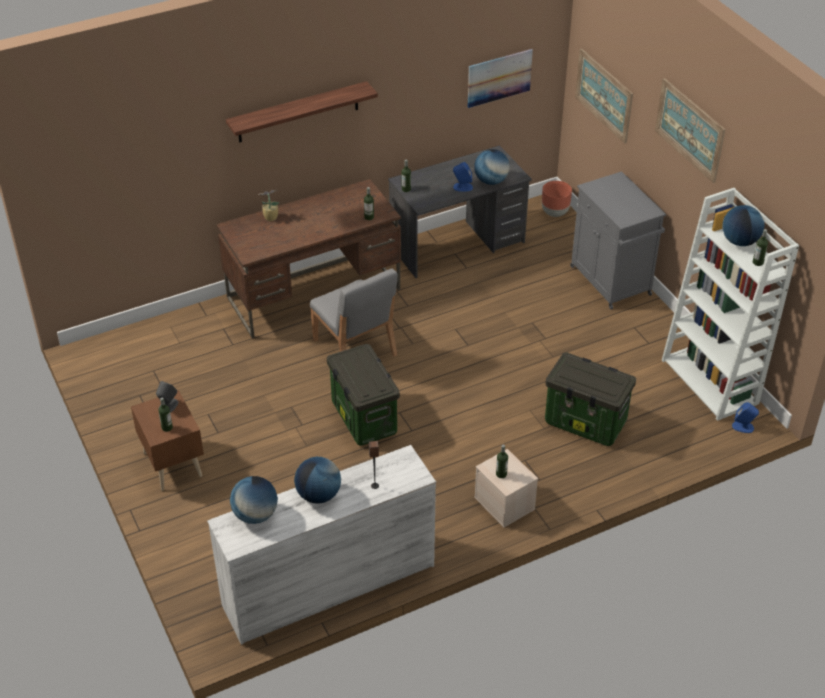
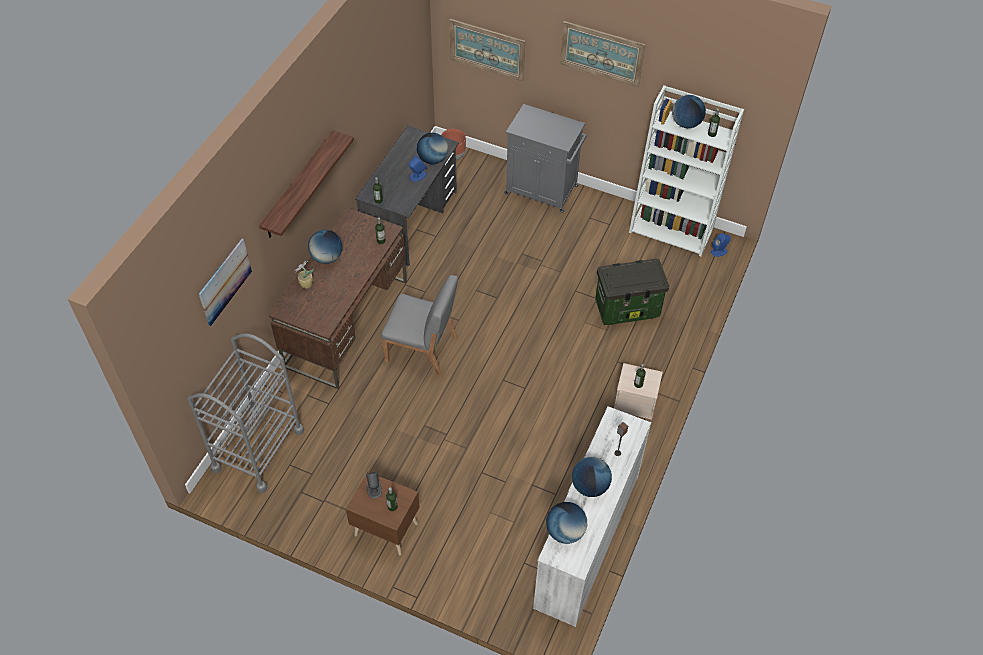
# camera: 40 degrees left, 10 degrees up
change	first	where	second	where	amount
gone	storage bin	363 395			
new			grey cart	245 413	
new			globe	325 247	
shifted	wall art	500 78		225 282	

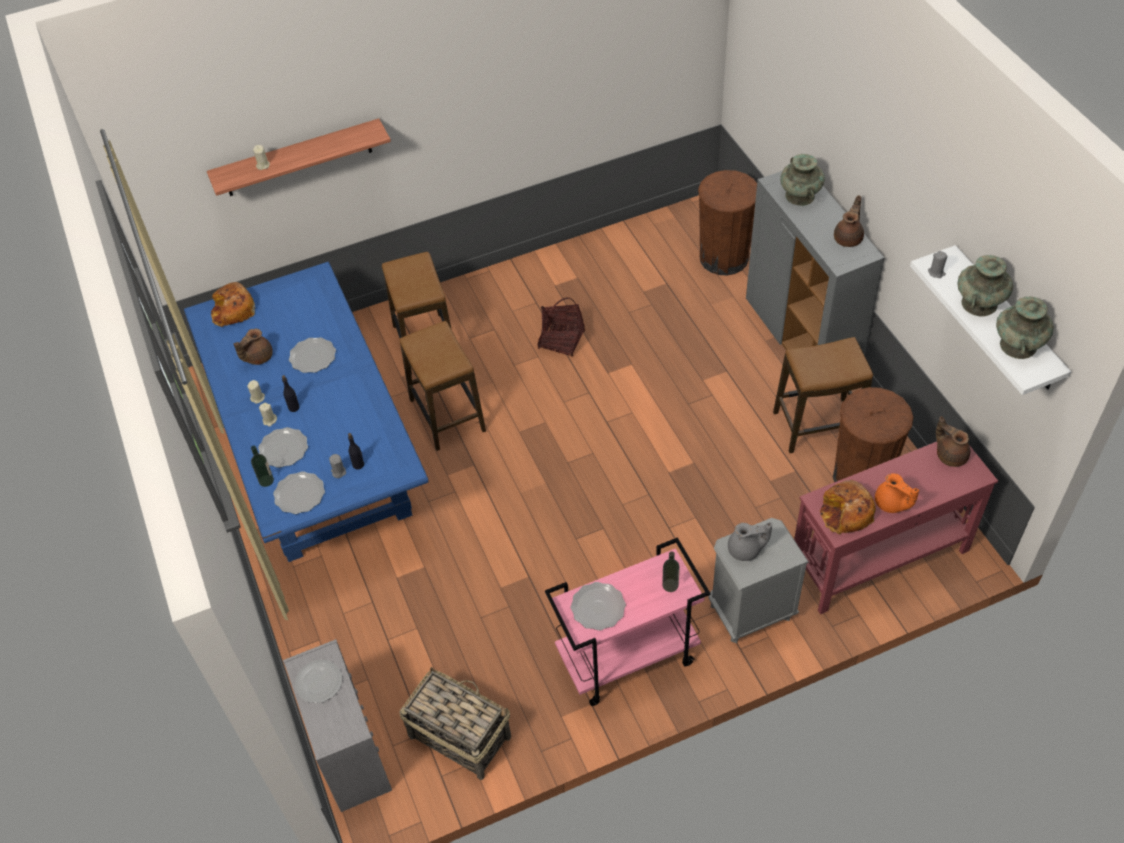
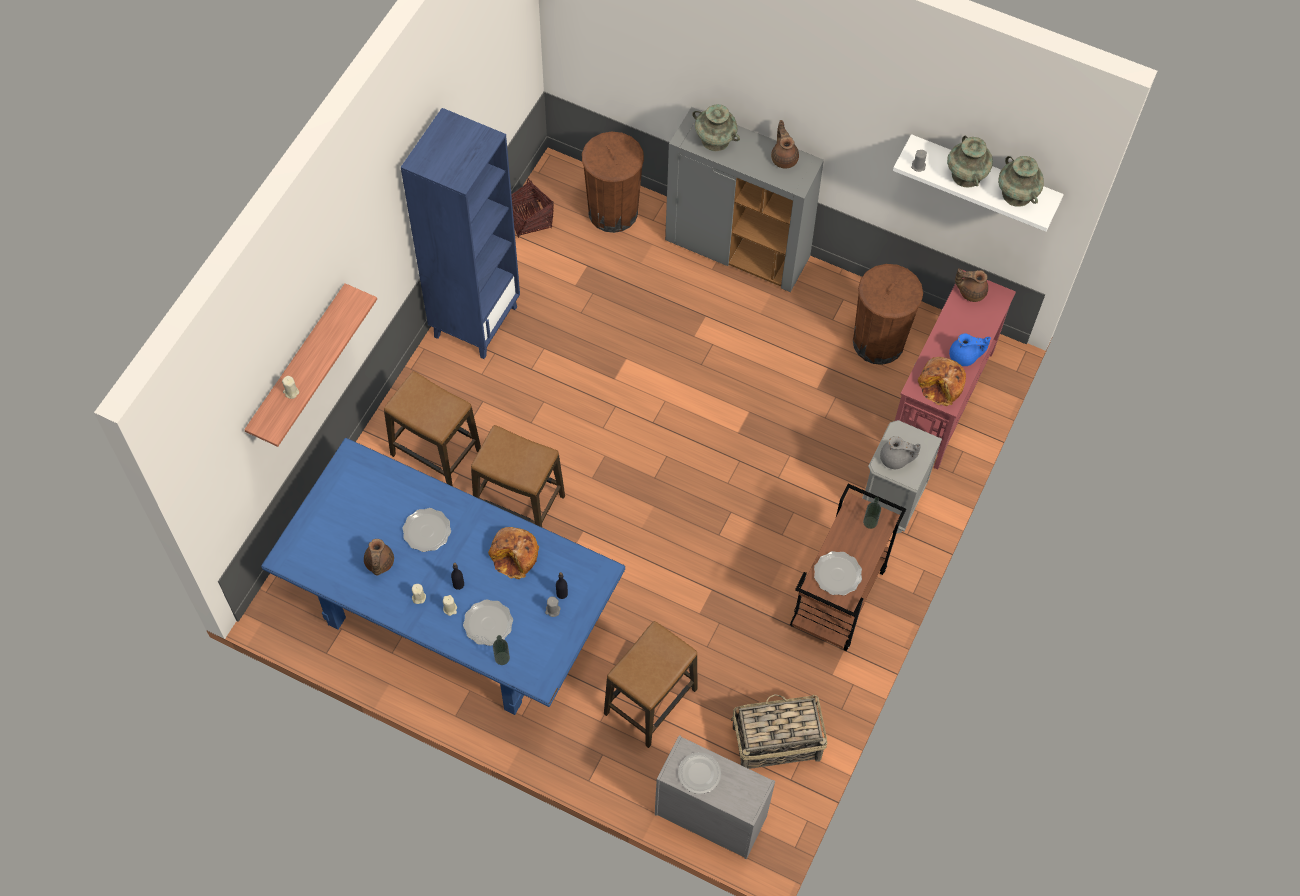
# camera: 45 degrees left, 10 degrees up
change	first	where	second	where	amount
gone	dinner plate	299 492			
new			bluish shelving unit	460 233	
shifted	bakery bread	233 304		513 553	
shifted	storage basket	561 327		532 208	
shifted	stool seat	823 395		650 684	
repainted	pinkish cart	627 621	brown-coloured cart	848 567	
repainted	orange-coloured tea pot	897 493	bluish tea pot	970 350	
rotated	grey tea pot	750 541		900 452	60 degrees clockwise

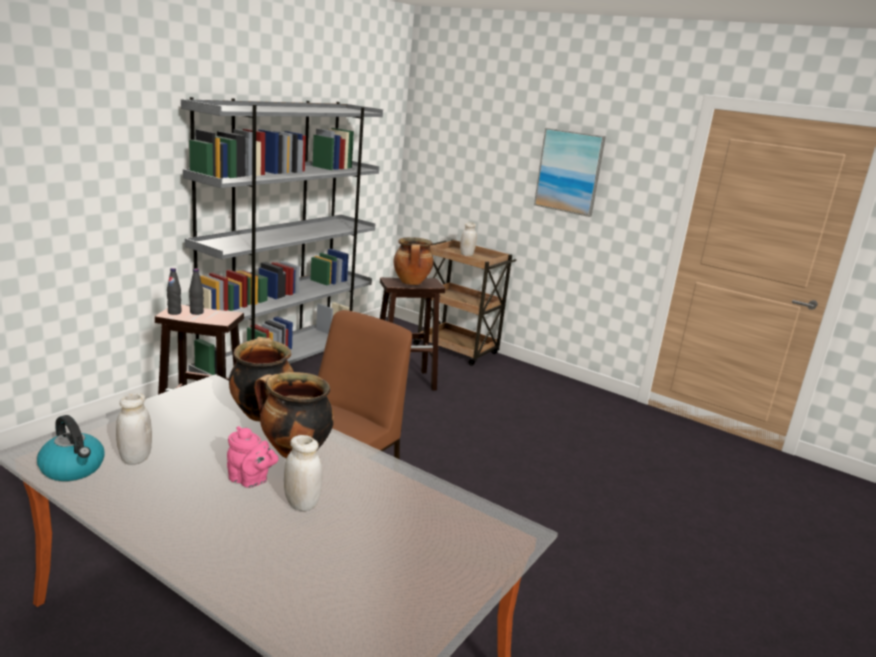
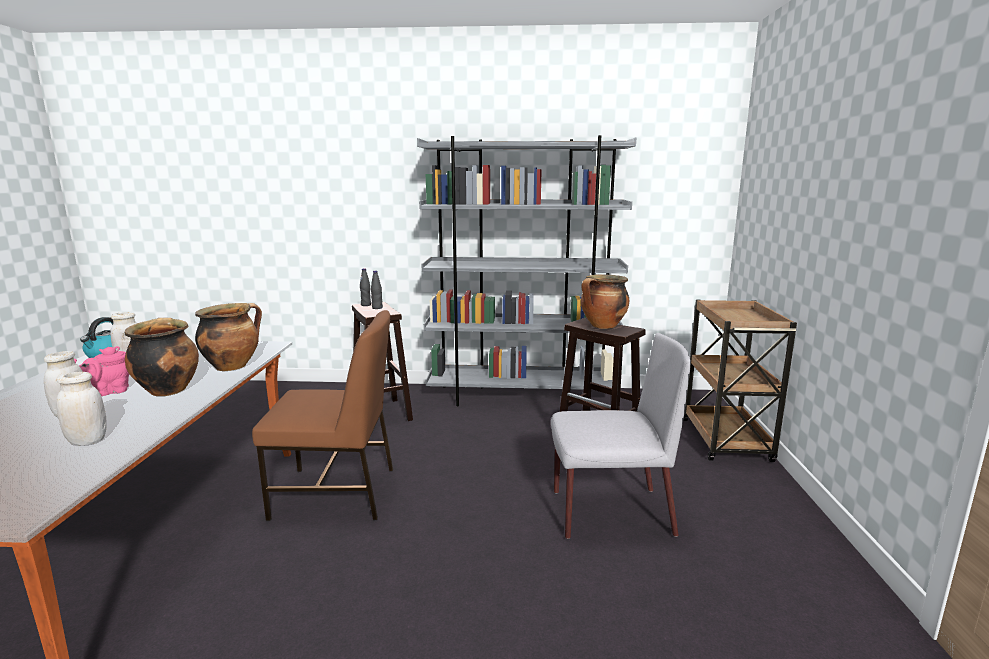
# camera: 60 degrees right, 5 degrees down
change	first	where	second	where	amount
gone	wall art	570 172			
new			grey chair	621 436	
shifted	white jar	468 239		81 409	
rotated	pinkish tea pot	252 457		101 371	60 degrees clockwise

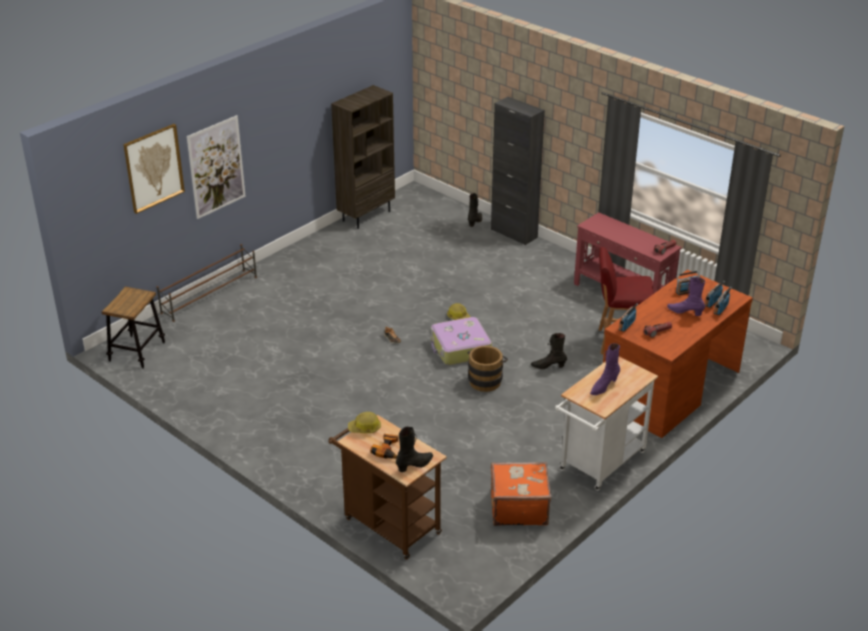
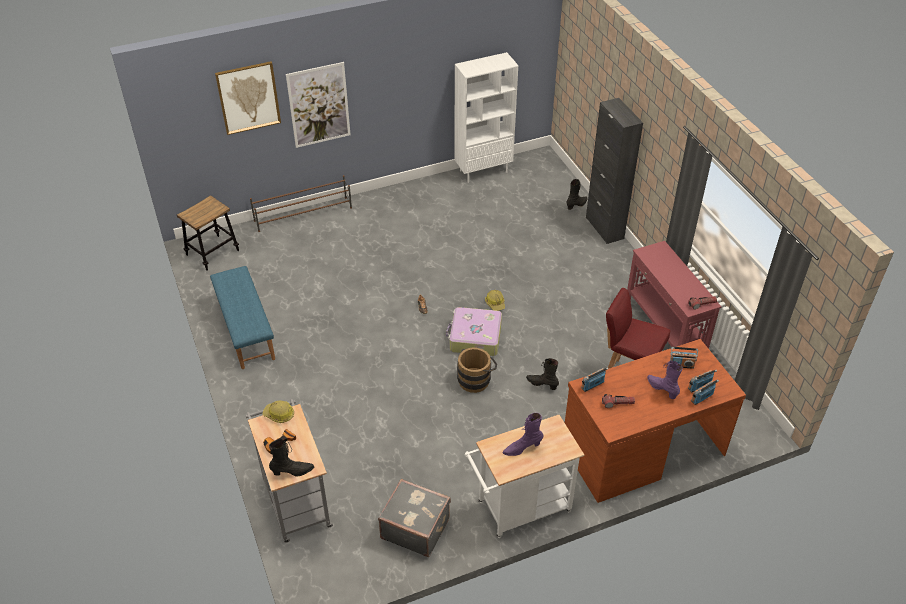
# camera: 25 degrees right, 10 degrees up
change	first	where	second	where	amount
new			bluish bench	242 317	
repainted	brown-coloured cart	387 487	grey cart	289 471	
repainted	brown-coloured shelving unit	363 157	white shelving unit	486 117	
repainted	orange-coloured suitcase	521 494	grey suitcase	414 518	

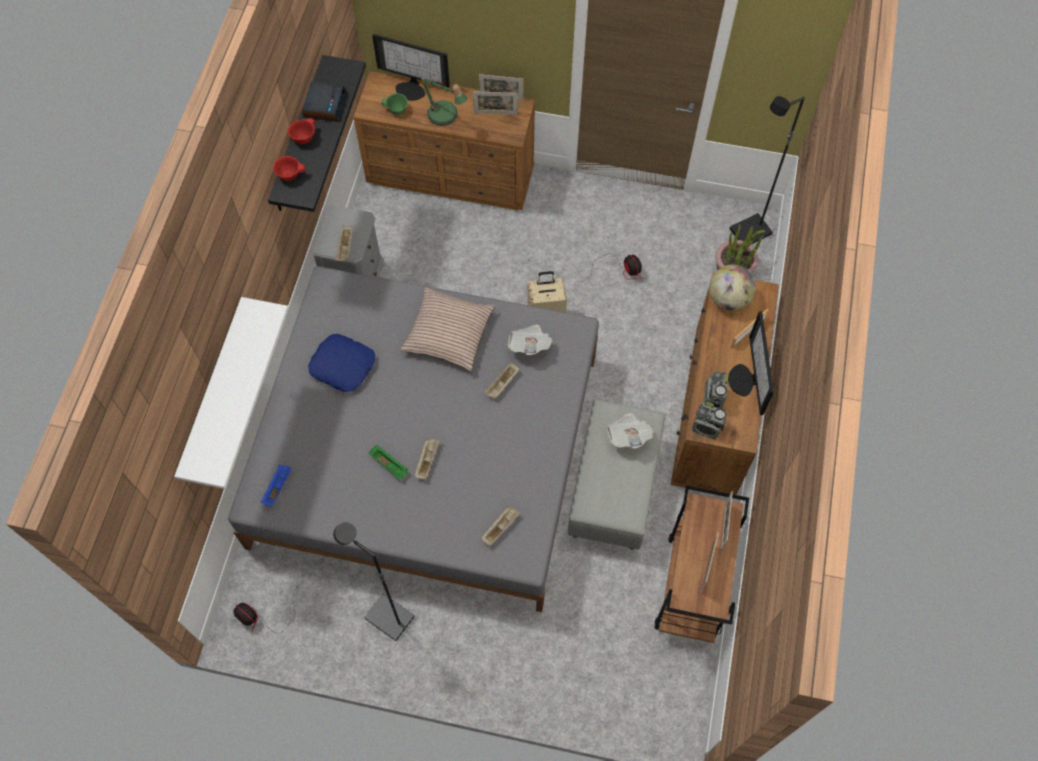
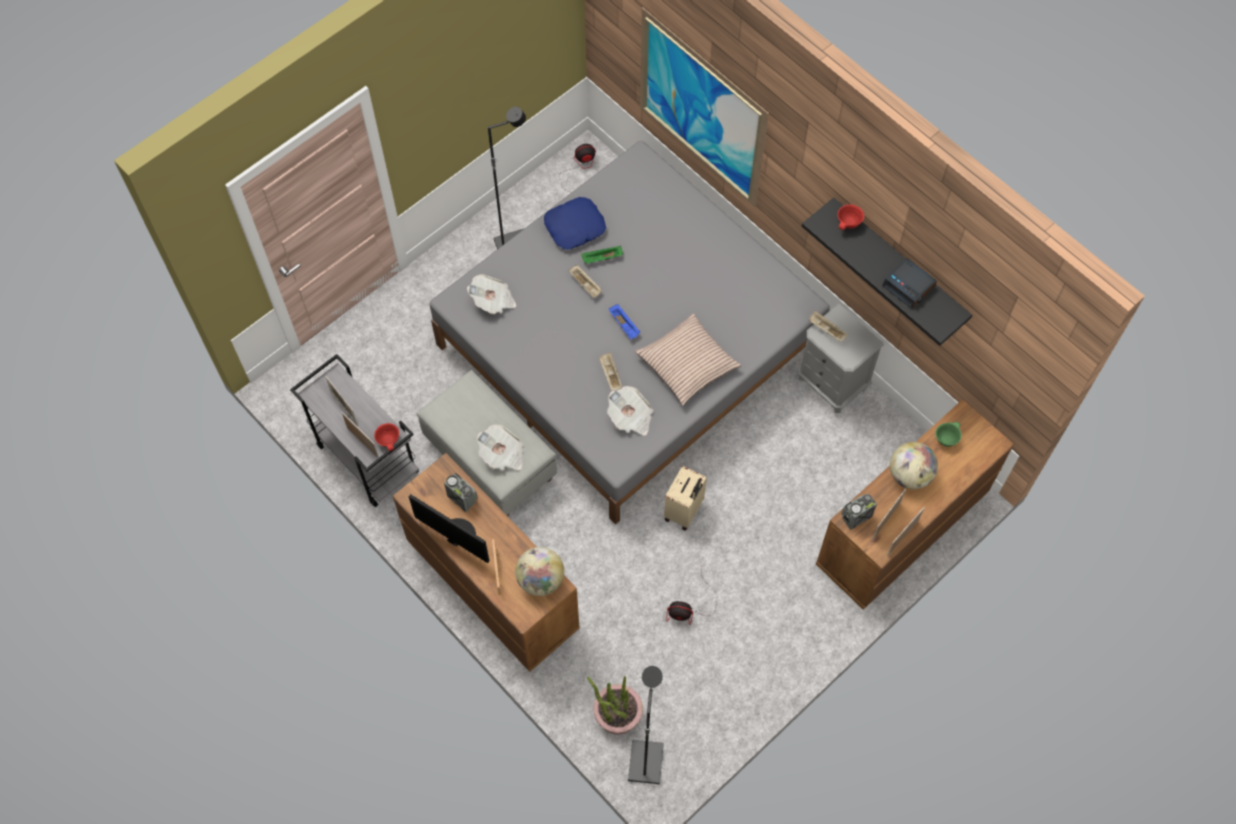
# camera: 125 degrees right, 0 degrees up
change	first	where	second	where	amount
gone	computer screen	411 67			
shifted	bluish serving tray	276 486		624 322	
shifted	red-coloured serving bowl	302 131		386 437	
shifted	bluish pillow	341 363		575 223	
shifted	radio set	709 420		859 512	
swapped	white bracket shelf	231 393	wall art	704 107	
swapped	table lamp	444 101	globe	914 465	
swapped	beige-coloured serving tray	500 526	newspaper	491 294	
repainted	brown-coloured cart	702 564	grey cart	354 430	

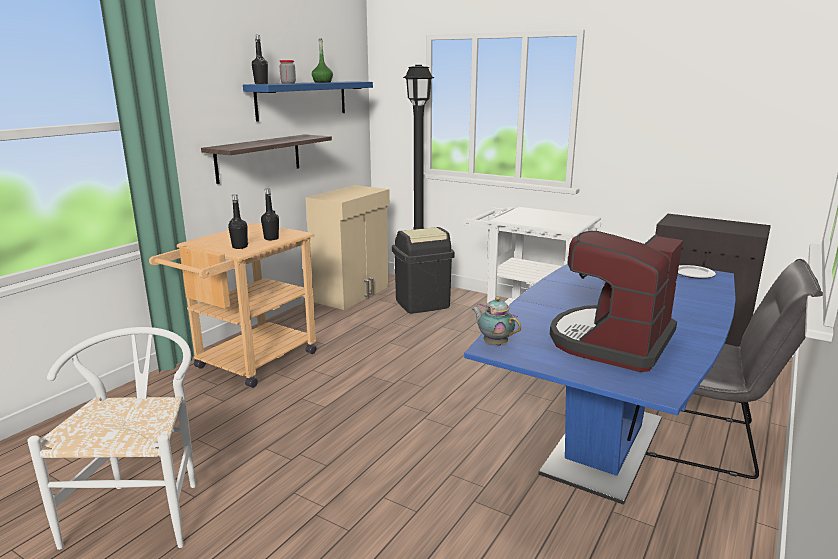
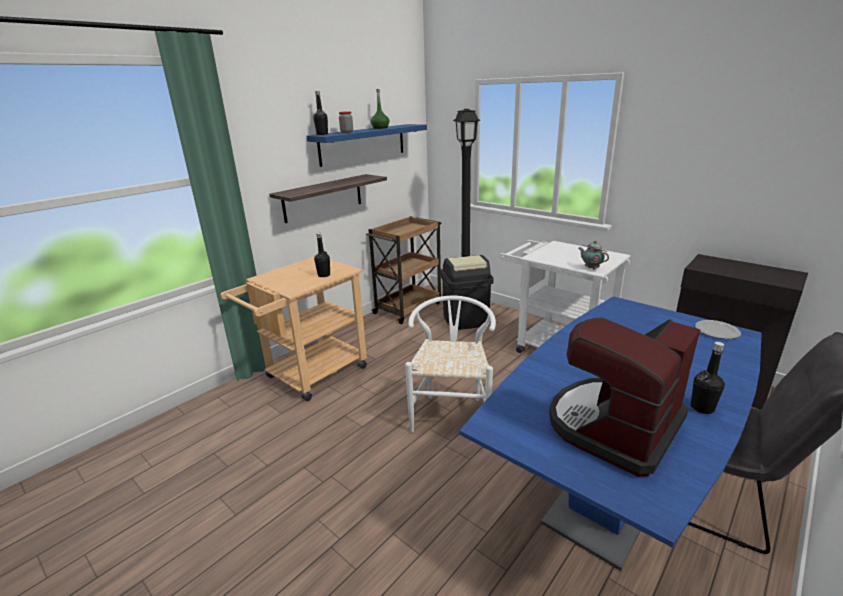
# camera: 10 degrees right, 5 degrees up
change	first	where	second	where	amount
shifted	white chair	111 438		450 364	
shifted	black beverage bottle	238 222		708 378	
shifted	tea pot	496 321		594 255	
swapped	beige-coloured storage cabinet	348 247	brown-coloured cart	403 270	

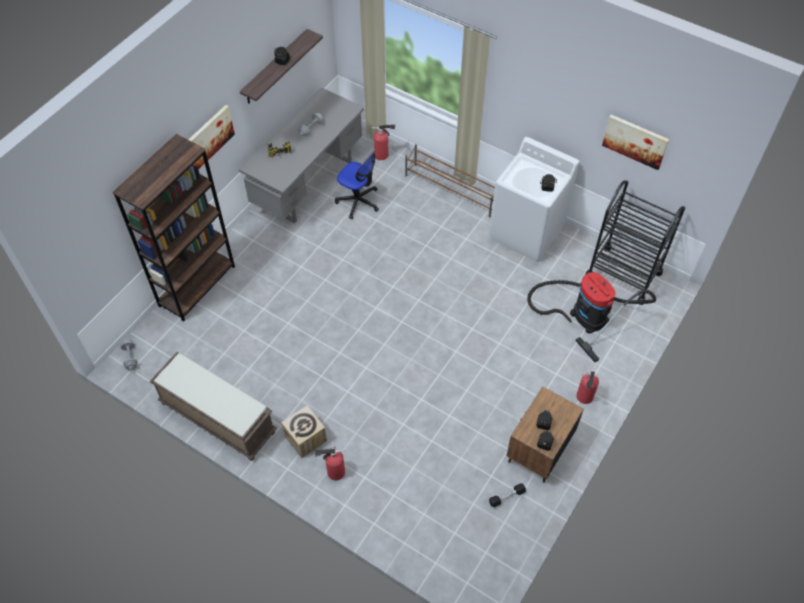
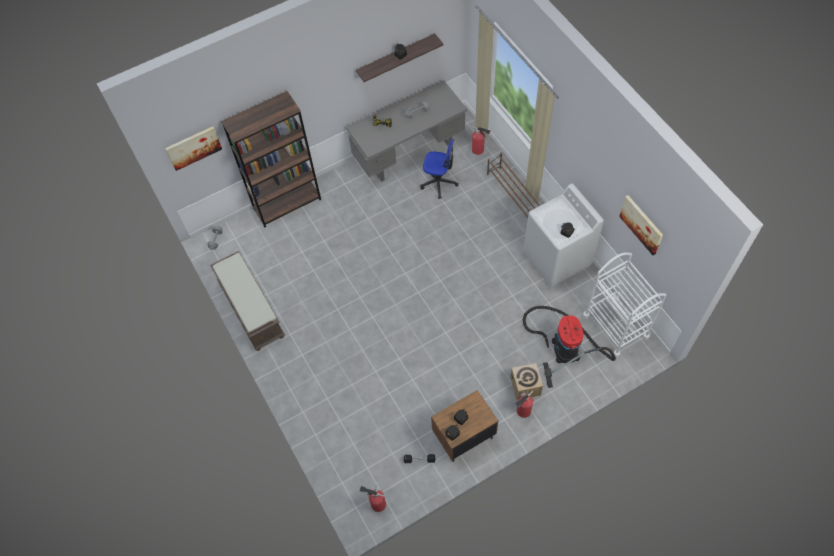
# camera: 30 degrees right, 5 degrees up
change	first	where	second	where	amount
shifted	wall art	211 137		193 148	
shifted	carton	304 431		526 381	
shifted	extinguisher	329 462		372 499	
repainted	black cart	635 243	white cart	625 305	
rotated	computer chair	357 184		439 169	45 degrees counterclockwise

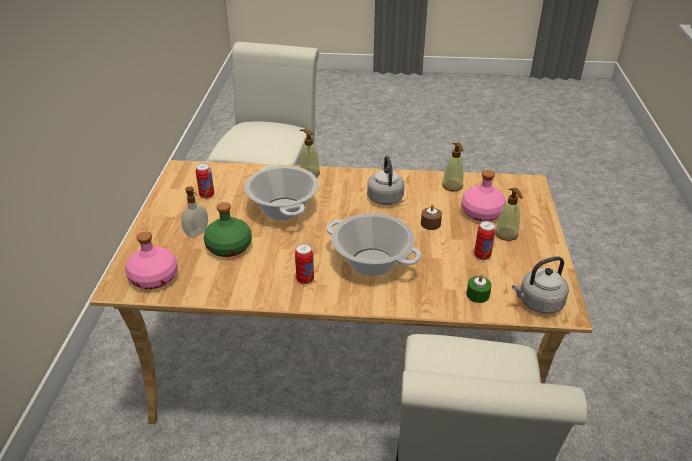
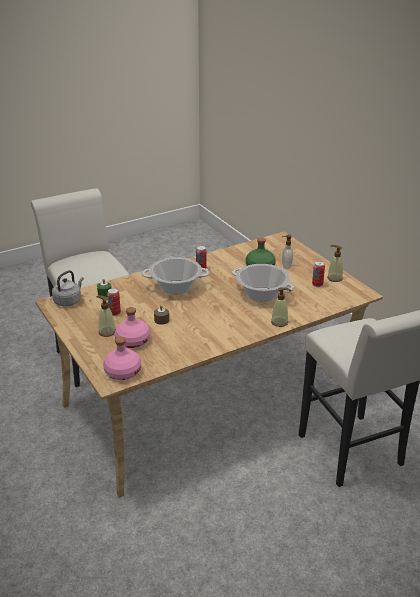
# camera: 145 degrees right, 5 degrees down
change	first	where	second	where	amount
gone	grey kettle	385 180			
shifted	pinkish beverage bottle	151 260		122 358	
shifted	soap bottle	453 166		335 263	

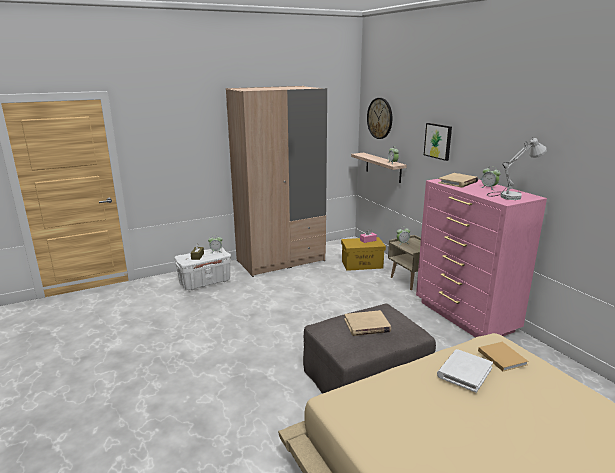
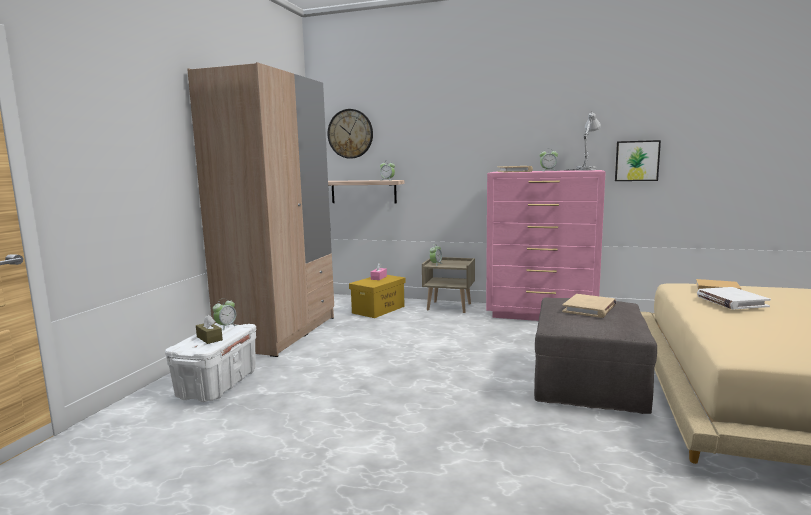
# camera: 45 degrees left, 10 degrees down
change	first	where	second	where	amount
shifted	wall art	438 142		638 160	

